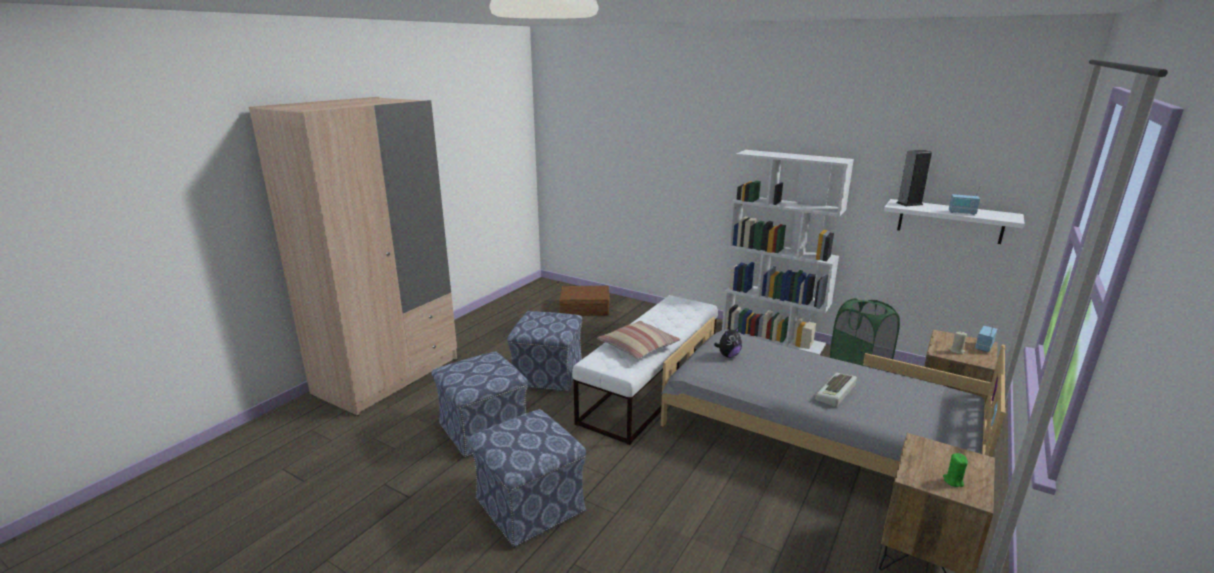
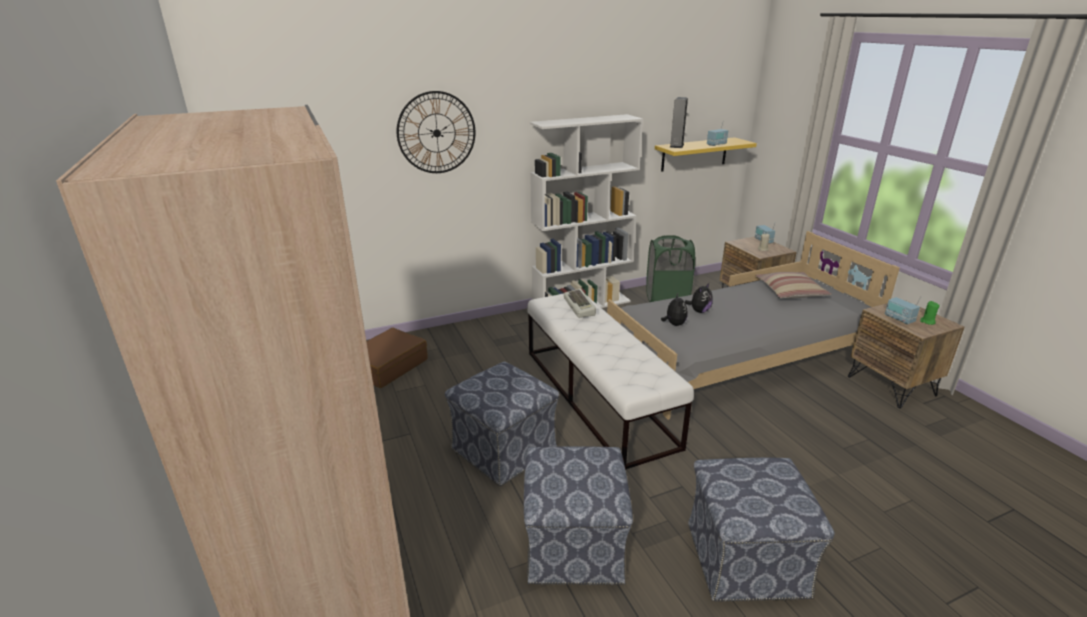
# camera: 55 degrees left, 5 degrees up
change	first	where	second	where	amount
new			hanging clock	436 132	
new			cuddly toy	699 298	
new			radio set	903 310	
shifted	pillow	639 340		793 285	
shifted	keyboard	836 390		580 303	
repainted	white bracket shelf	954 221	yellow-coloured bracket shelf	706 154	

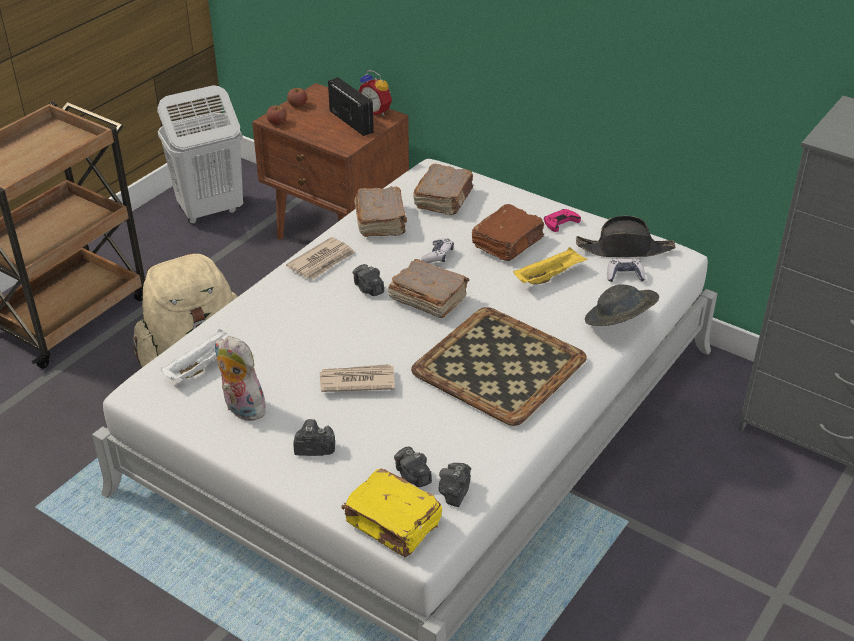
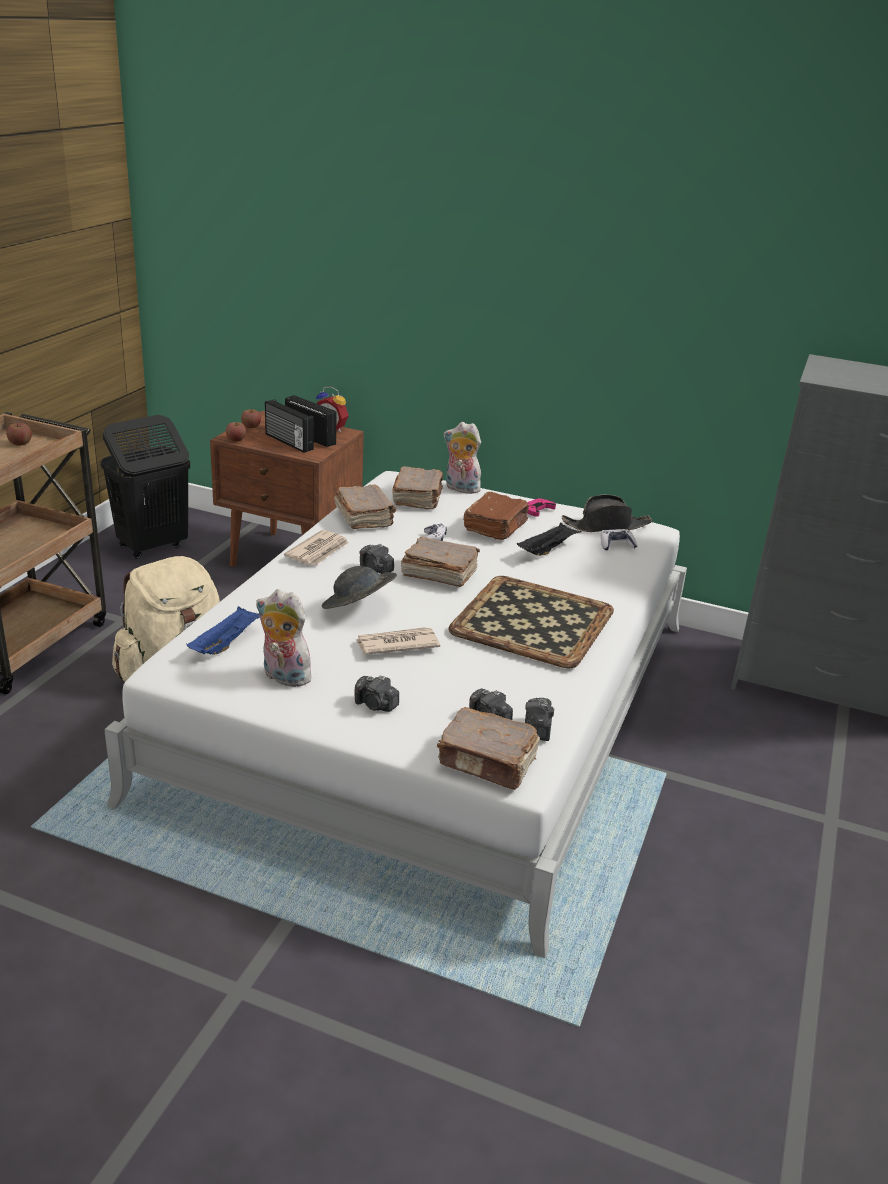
# camera: 15 degrees left, 10 degrees down
change	first	where	second	where	amount
new			whole apple	19 434	
new			radio set	289 426	
new			cuddly toy	462 458	
shifted	grey wearable hat	622 305		359 587	
repainted	white washing basket	200 154	black washing basket	145 487	
repainted	white serving tray	199 355	bluish serving tray	223 630	
repainted	yellow-coloured book	391 513	brown-coloured book	488 748	
repainted	yellow-coloured serving tray	550 266	black serving tray	549 539	
rotated	still camera	314 437		376 693	135 degrees counterclockwise

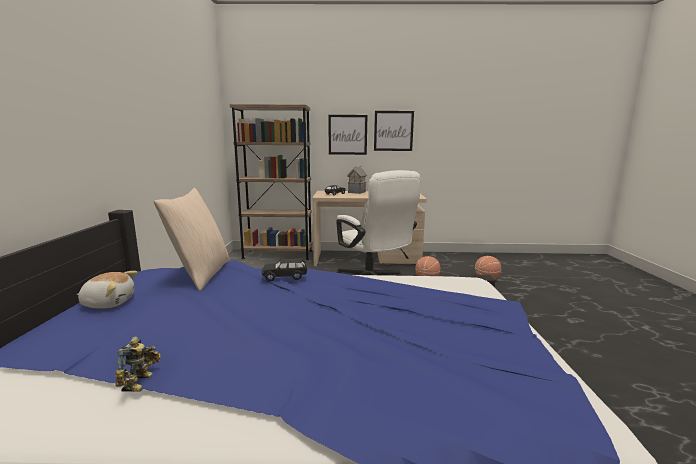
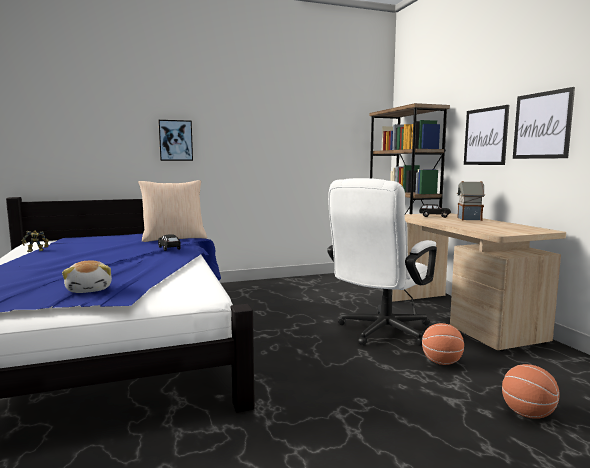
# camera: 70 degrees right, 5 degrees down
change	first	where	second	where	amount
new			wall art	176 140	
shifted	cuddly toy	107 289		87 276	

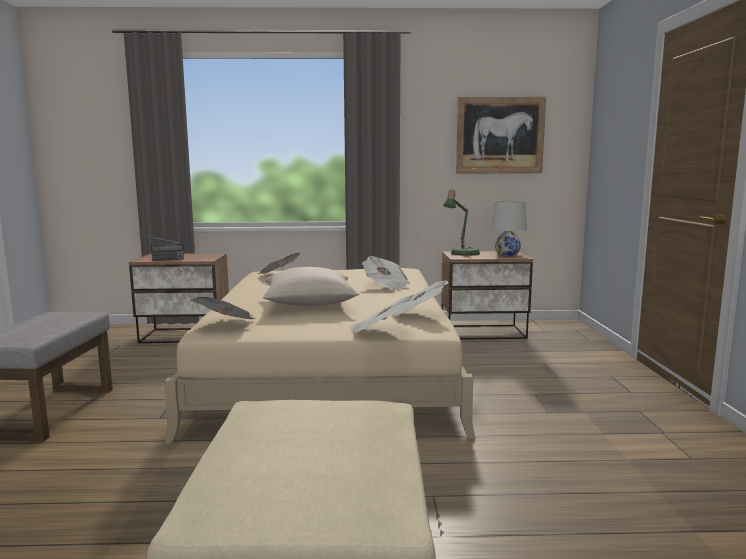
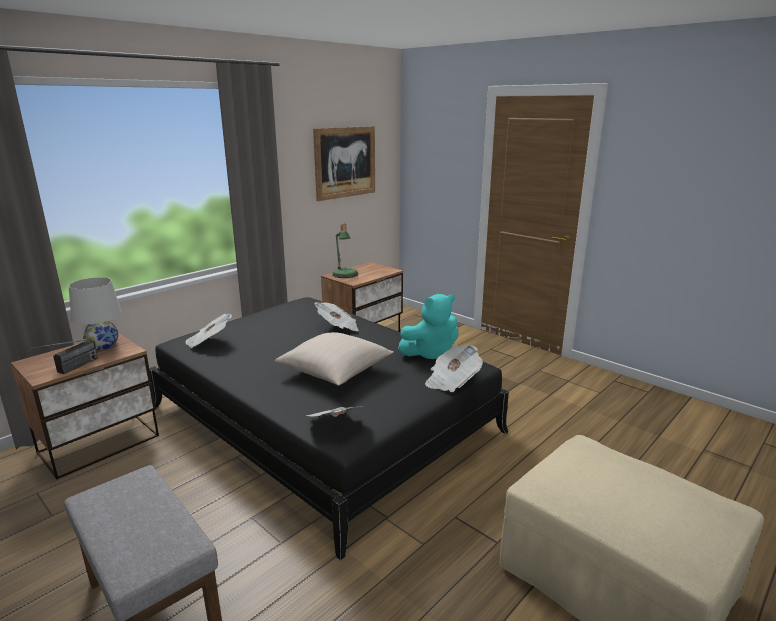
# camera: 45 degrees left, 10 degrees up
change	first	where	second	where	amount
shifted	white table lamp	508 228		95 313	
swapped	newspaper	420 298	blue-green cuddly toy	428 326	
repainted	beige-coloured bed	320 356	black bed	329 428	

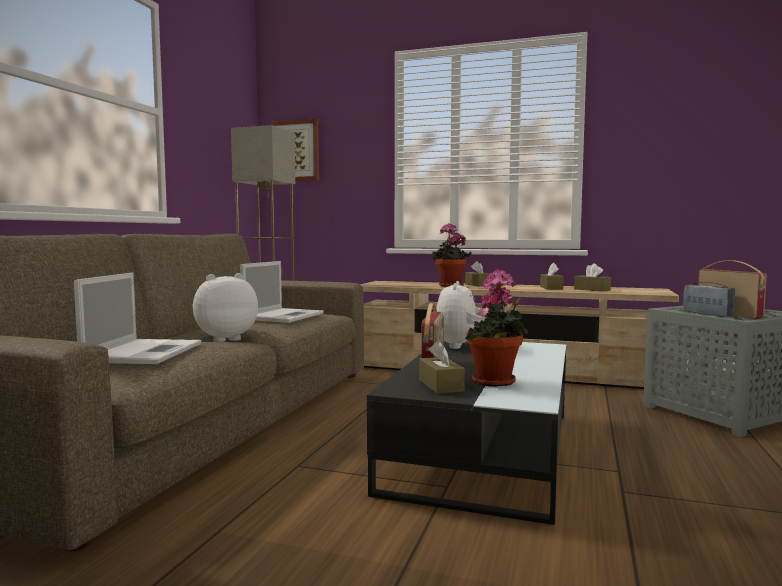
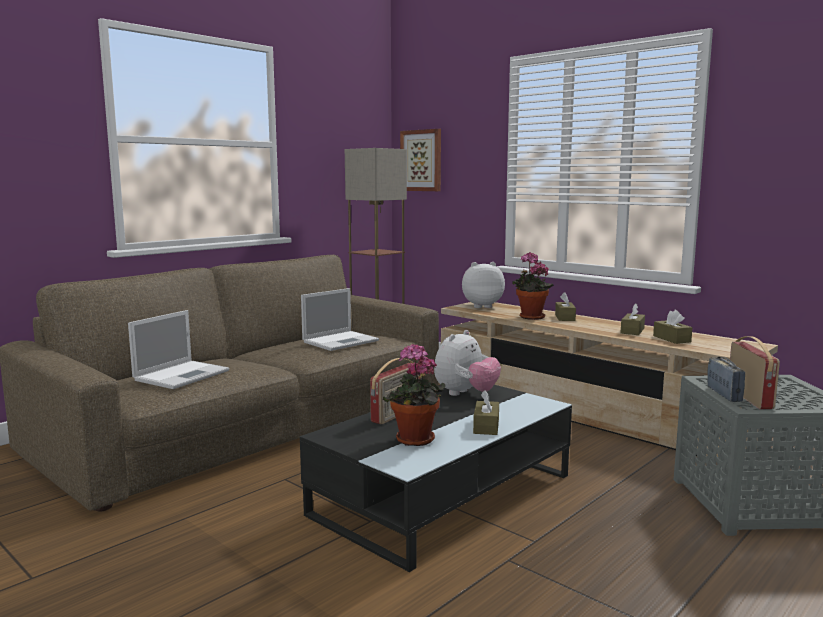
# camera: 25 degrees right, 5 degrees up
change	first	where	second	where	amount
shifted	cuddly toy	225 307		483 285	
shifted	brown-coloured box of tissues	442 367		486 412	

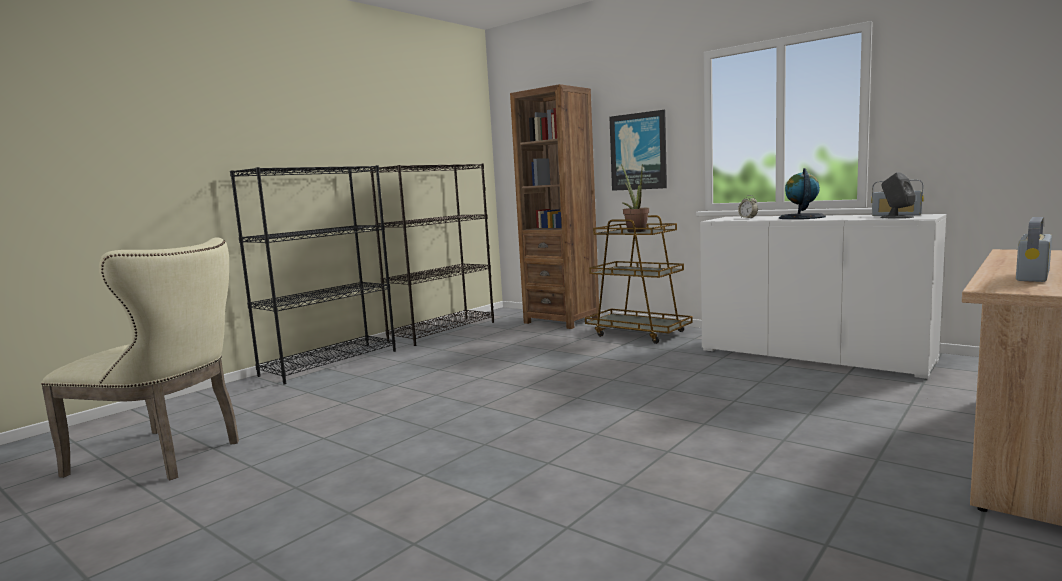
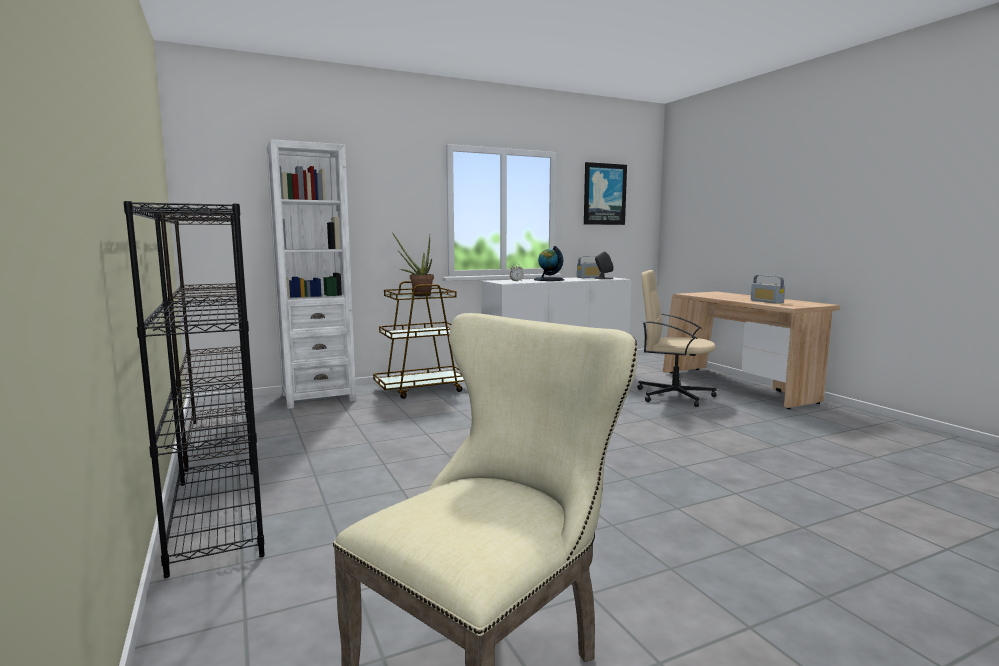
# camera: 65 degrees left, 0 degrees up
change	first	where	second	where	amount
new			beige-coloured computer chair	677 338	
shifted	wall art	638 150		605 193	
repainted	brown-coloured shelving unit	554 206	white shelving unit	311 274	

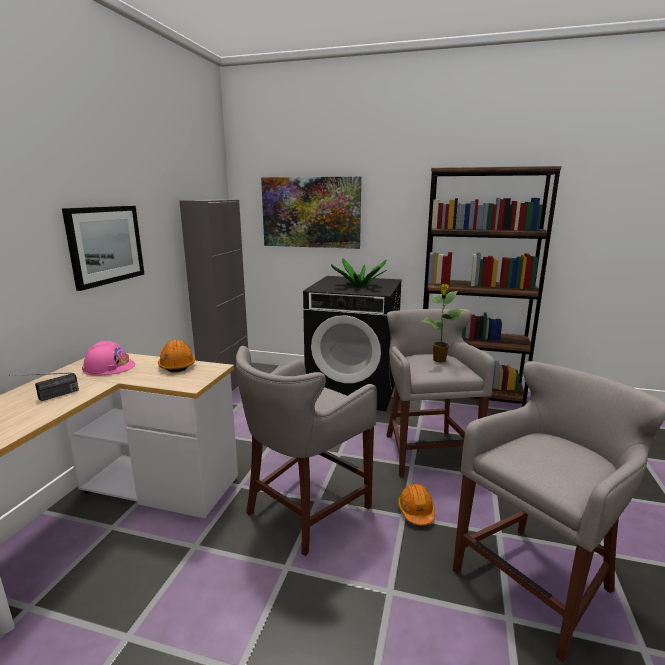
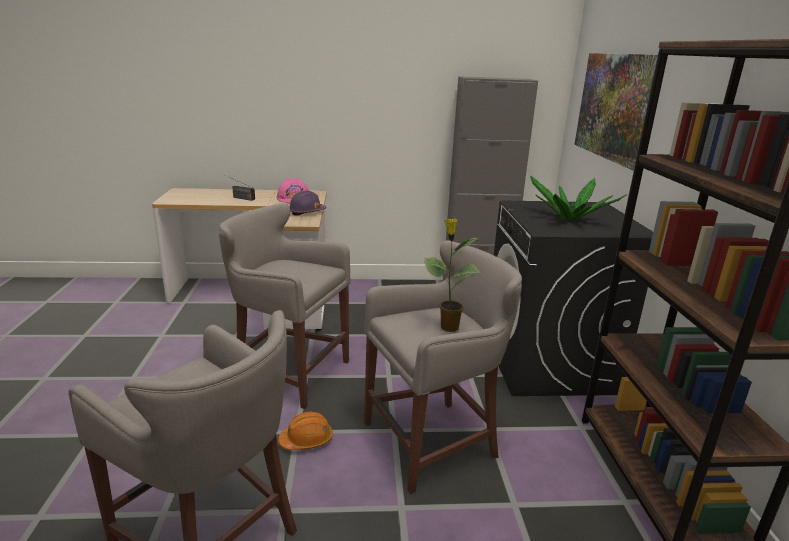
# camera: 70 degrees right, 5 degrees up
change	first	where	second	where	amount
gone	wall art	103 248			
repainted	orange-coloured safety helmet	176 356	purple safety helmet	307 203	

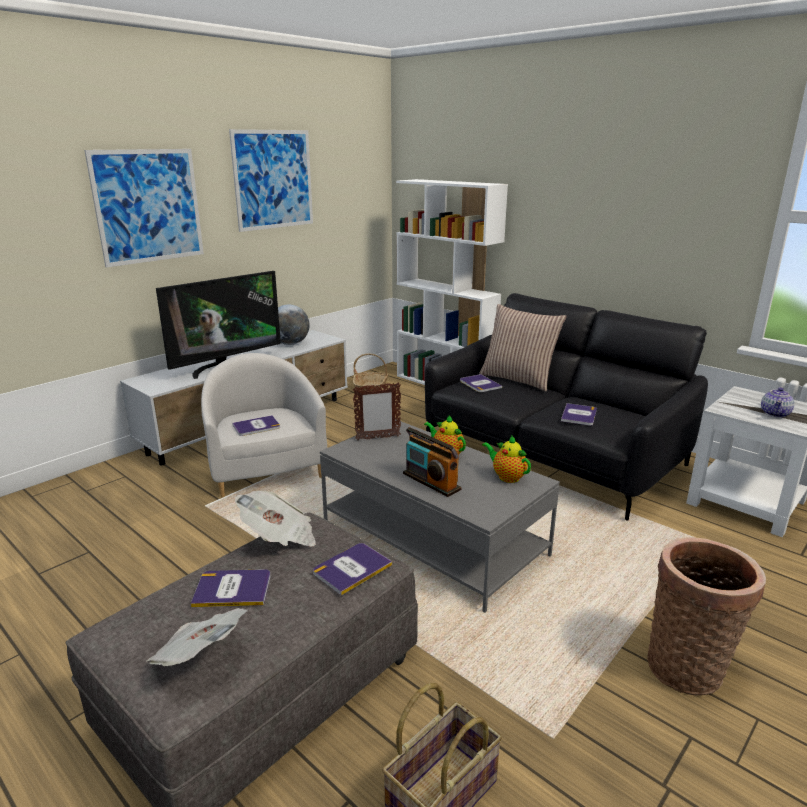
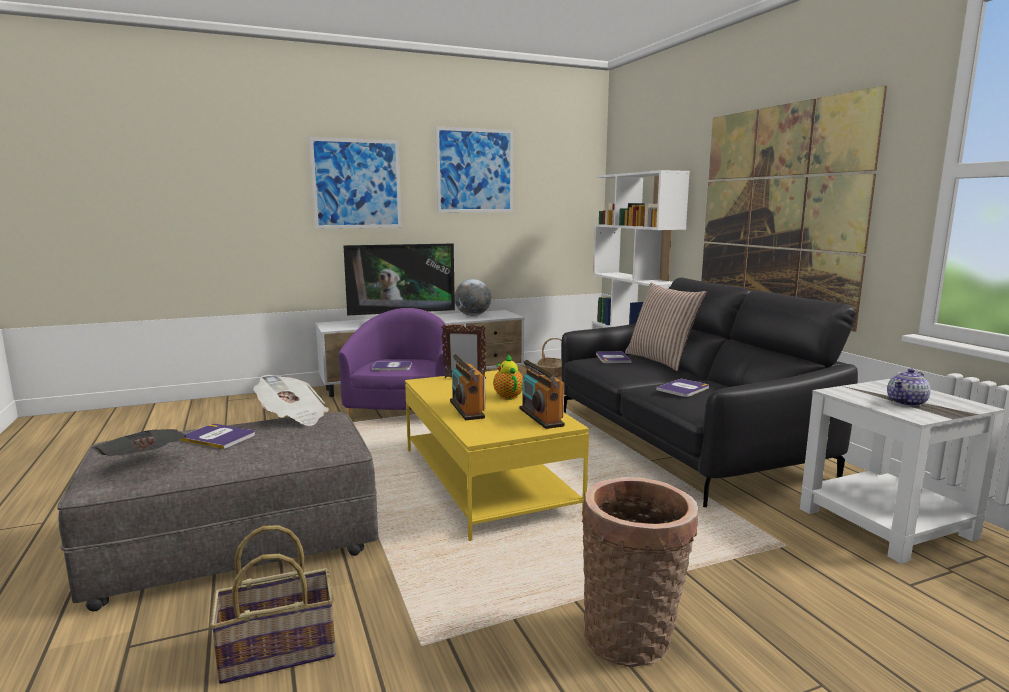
# camera: 25 degrees right, 10 degrees down
change	first	where	second	where	amount
gone	book	352 569			
new			wall art	794 208	
swapped	tea pot	506 459	radio set	542 394	
repainted	white lounge chair	264 425	purple lounge chair	393 364	
repainted	grey coffee table	440 516	yellow-coloured coffee table	497 455	

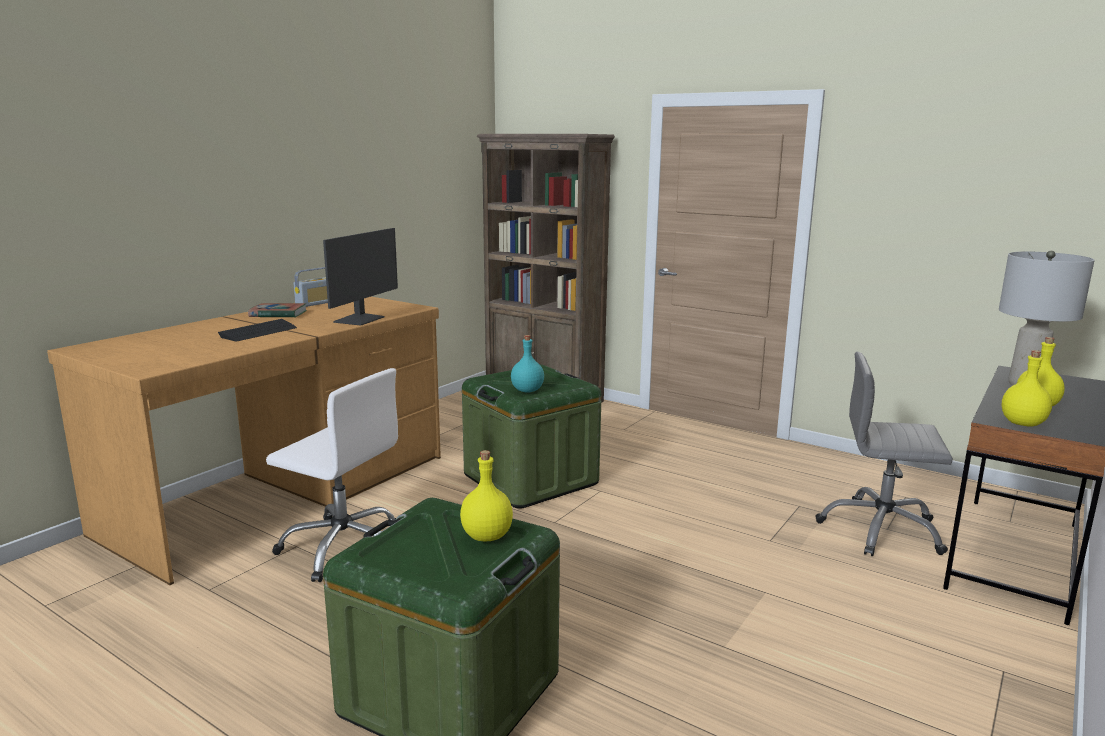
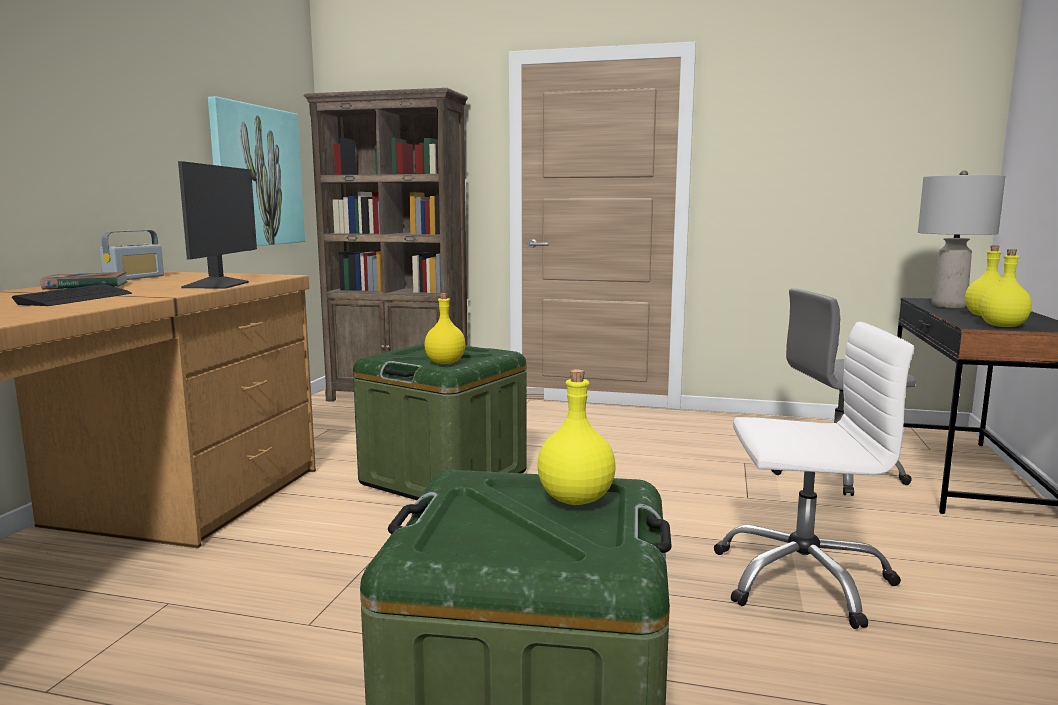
# camera: 20 degrees left, 5 degrees down
change	first	where	second	where	amount
new			wall art	256 171	
shifted	white computer chair	332 475		814 475	
repainted	blue-green beverage bottle	527 363	yellow-coloured beverage bottle	444 328	

